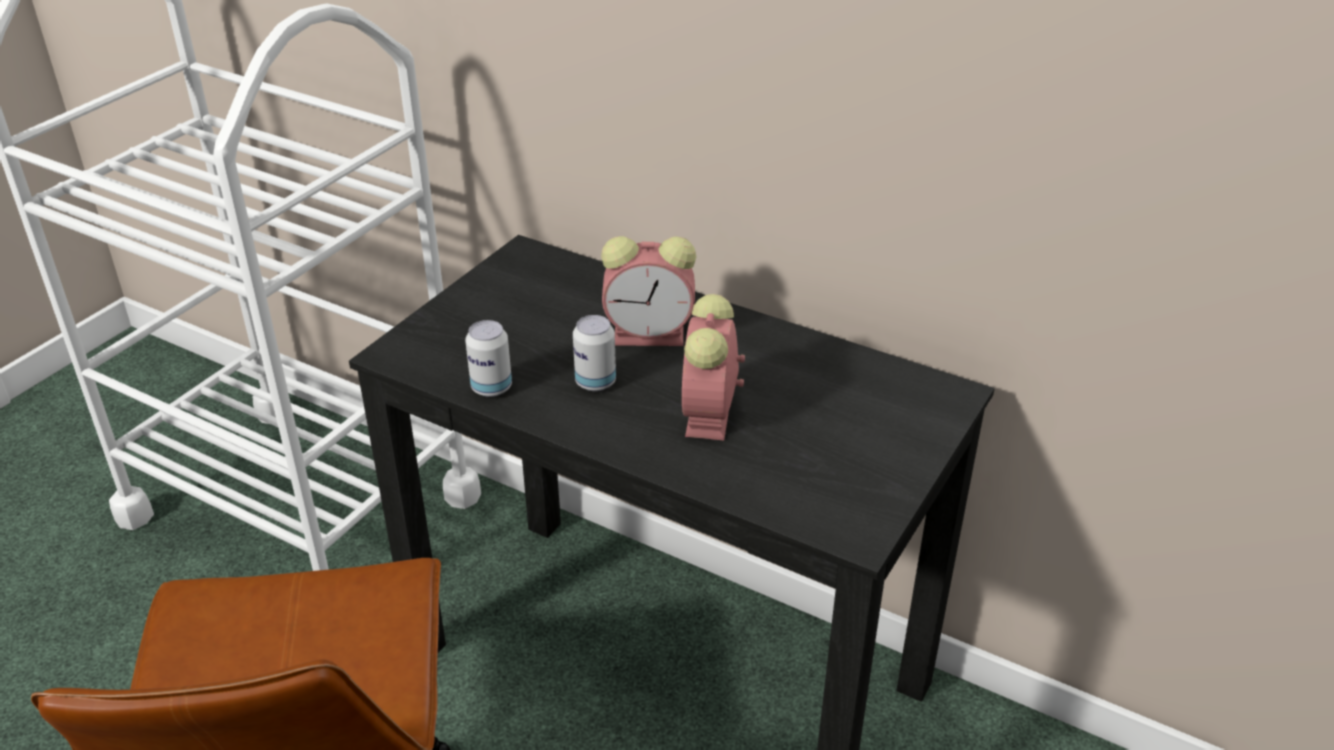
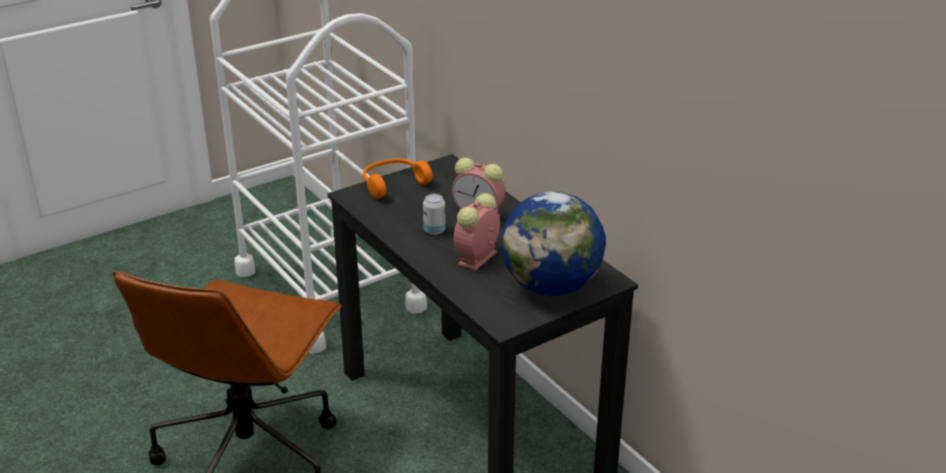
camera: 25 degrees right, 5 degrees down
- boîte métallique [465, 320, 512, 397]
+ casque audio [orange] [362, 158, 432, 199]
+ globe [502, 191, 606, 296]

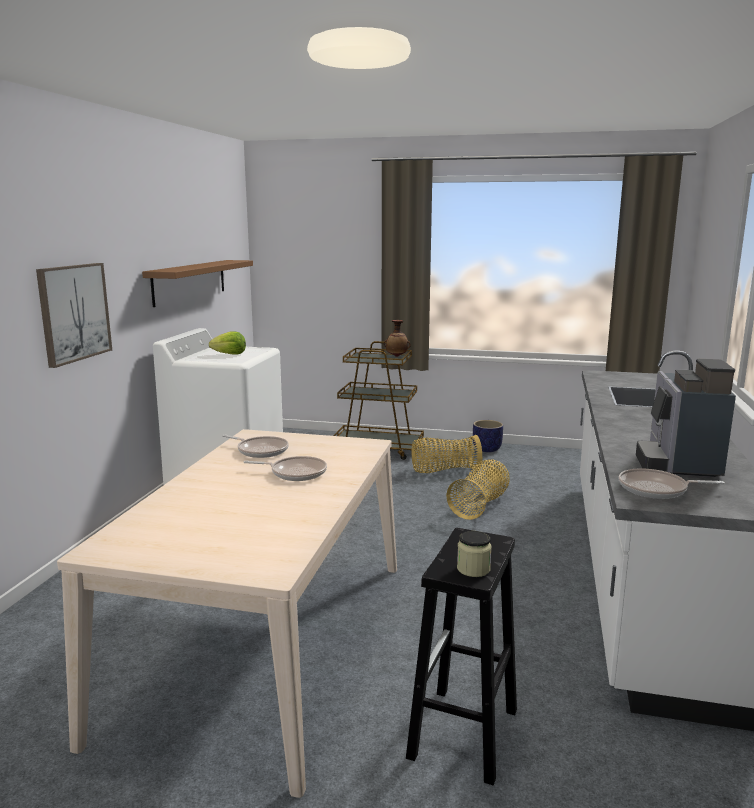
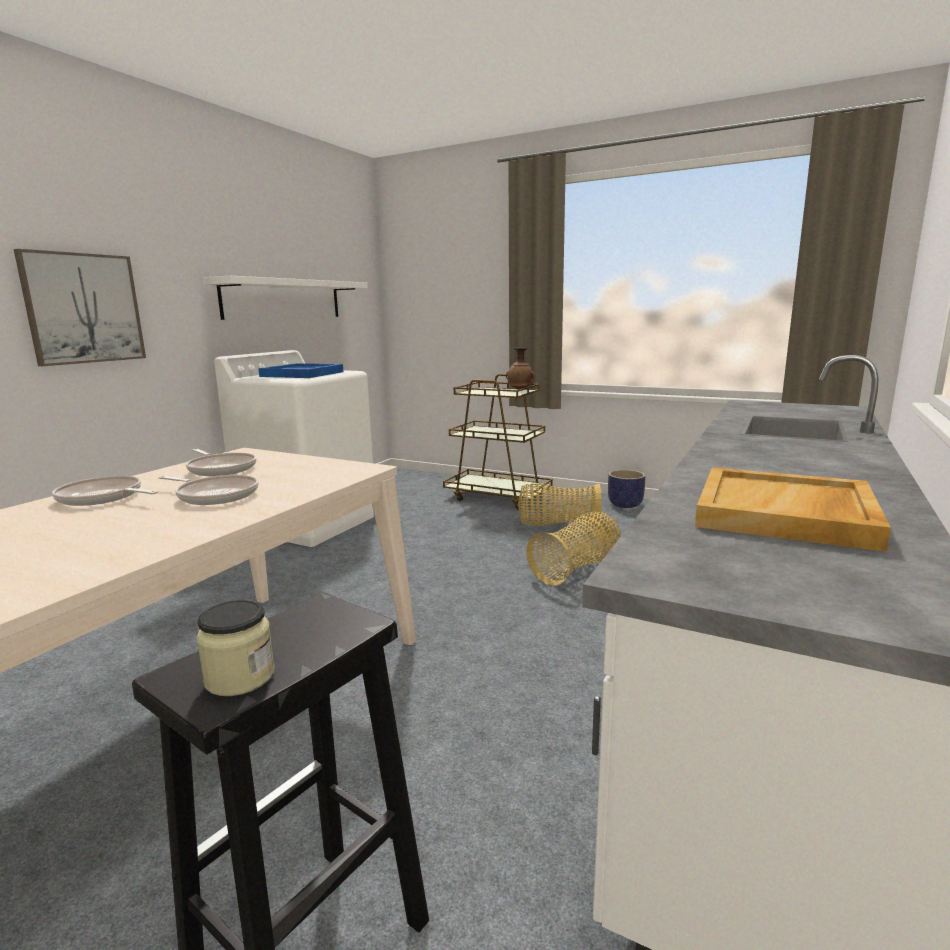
camera: 15 degrees right, 0 degrees up
~ étagère [marron] [142, 260, 253, 307] to étagère [blanc] [203, 276, 368, 320]
~ laitue [209, 332, 246, 354] to plateau [bleu] [258, 363, 344, 378]
~ poêle [618, 468, 725, 499] to [52, 476, 158, 506]
~ machine à café [636, 359, 736, 477] to plateau [beige] [695, 467, 891, 552]

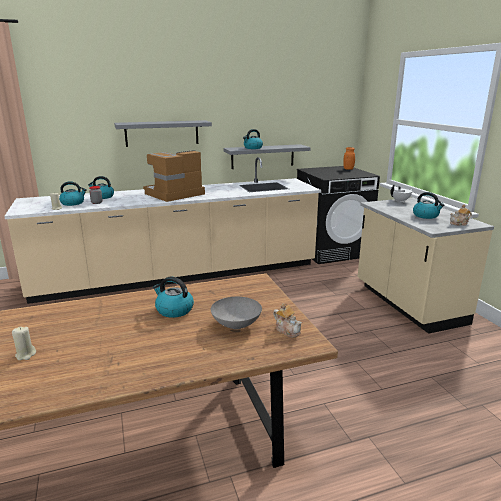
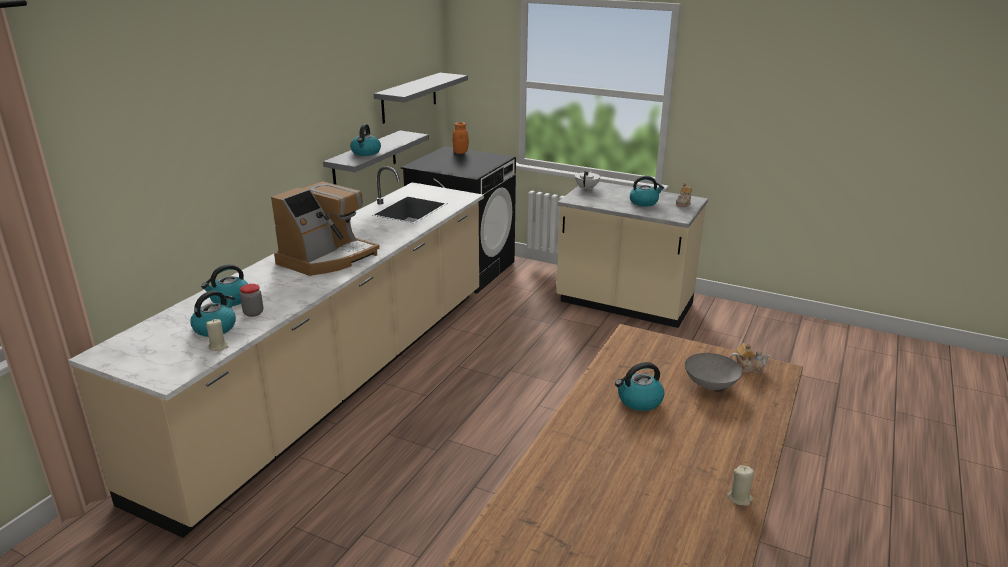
camera: 45 degrees left, 5 degrees up
~ bougie [beige] [12, 327, 36, 360] to [727, 465, 754, 506]
~ étagère [gris] [114, 120, 212, 147] to [374, 73, 468, 124]
~ machine à café [143, 150, 205, 202] = [271, 181, 380, 276] 150 degrees counterclockwise

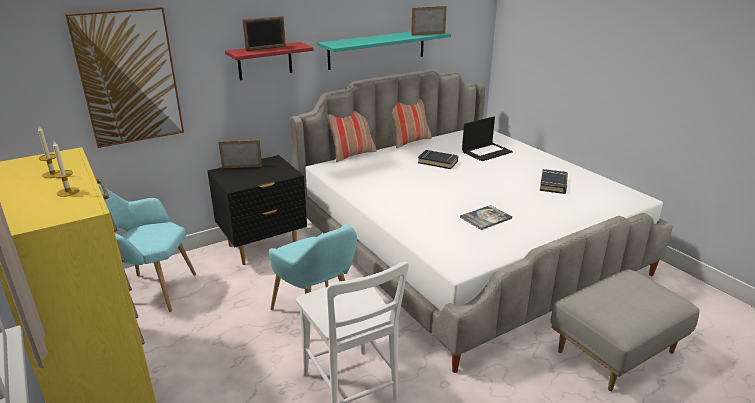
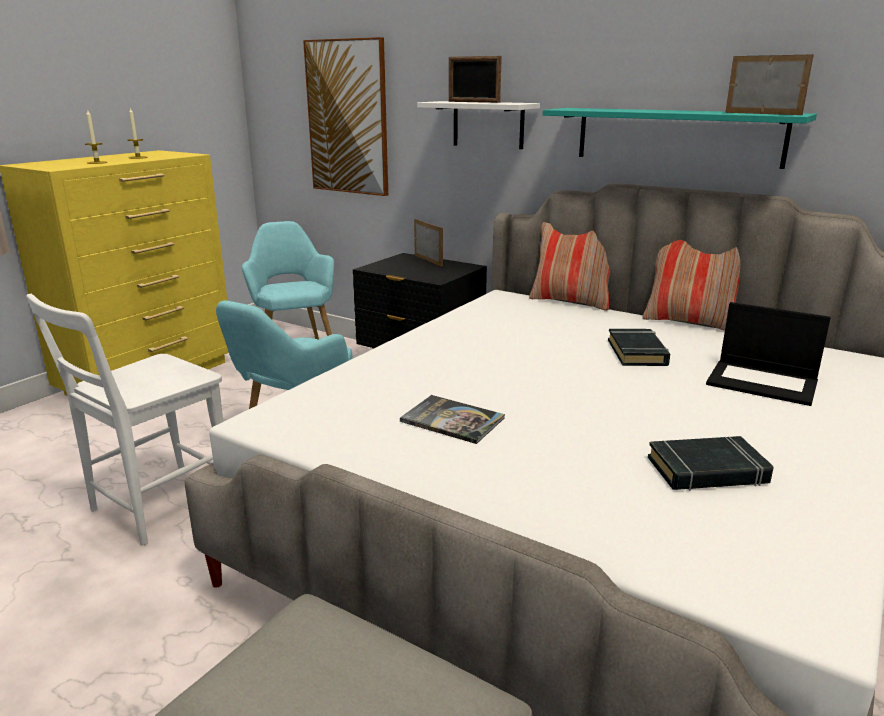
camera: 65 degrees right, 5 degrees down
~ étagère [rouge] [225, 42, 314, 80] to étagère [blanc] [417, 101, 540, 149]

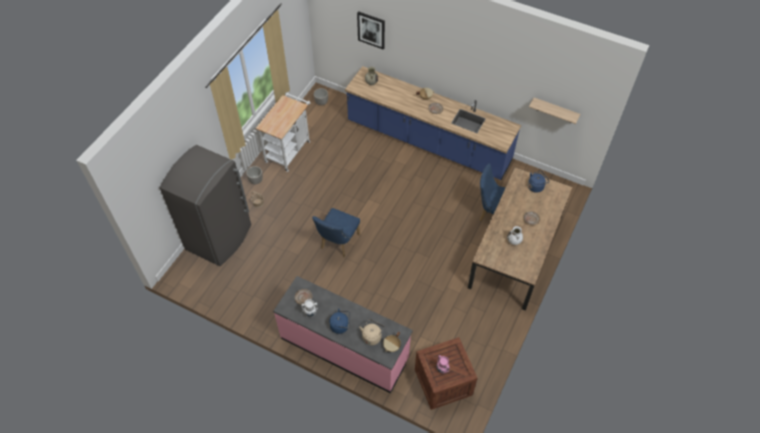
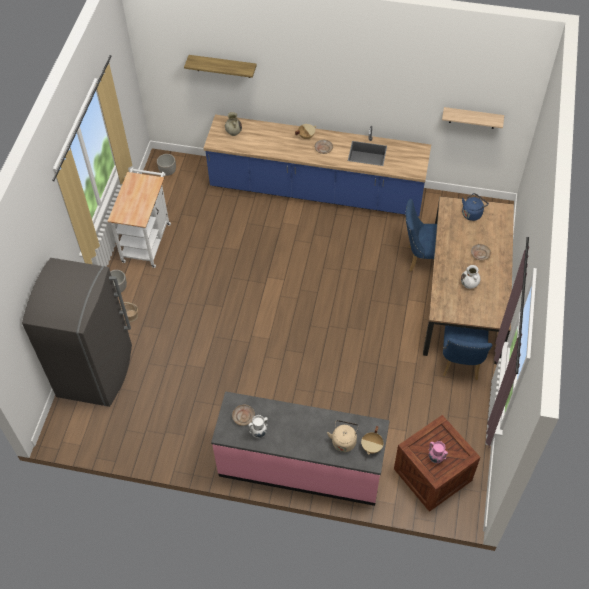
camera: 15 degrees left, 0 degrees up
~ chaise [bleu] [312, 208, 360, 257] to [443, 325, 493, 380]
- bouilloire [bleu] [329, 309, 350, 334]
~ tableau [357, 11, 385, 50] to étagère [184, 55, 257, 78]

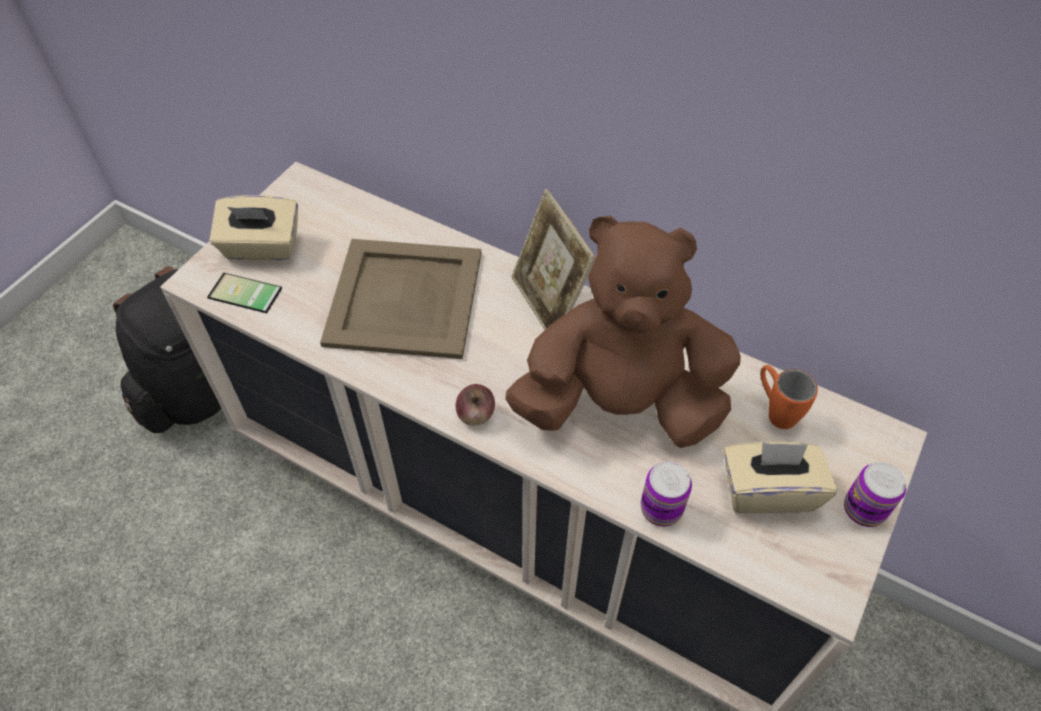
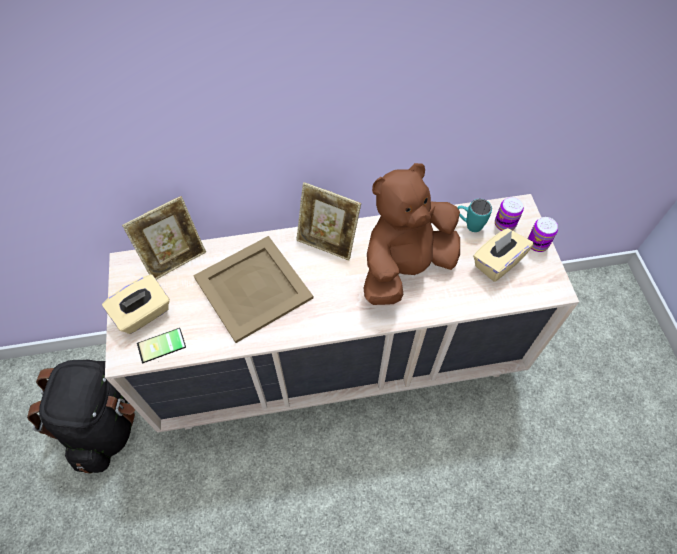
camera: 40 degrees left, 5 degrees up
- pomme [456, 384, 495, 425]
~ boîte métallique [641, 462, 692, 527] to [495, 197, 524, 231]
~ mug [orange] [760, 365, 818, 429] to mug [turquoise] [457, 199, 492, 232]
+ cadre photo [122, 196, 206, 280]

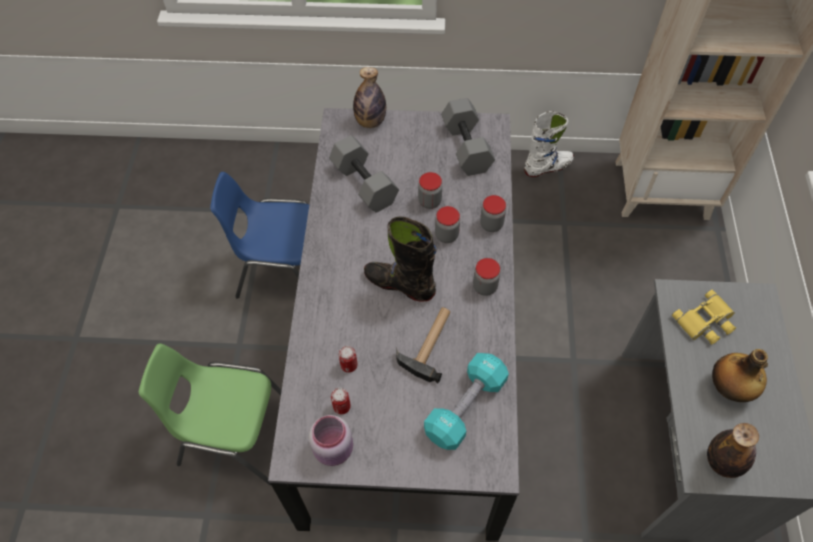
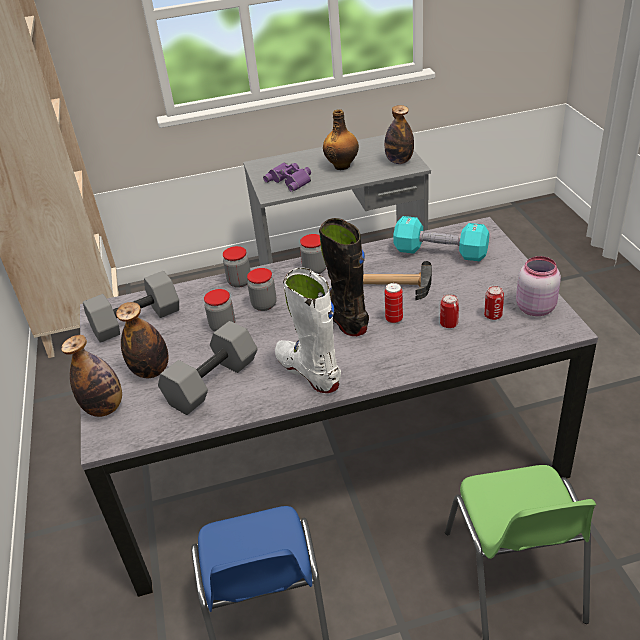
camera: 105 degrees left, 20 degrees down
~ botte [noir] [364, 217, 437, 302] = [319, 218, 369, 336] 135 degrees clockwise
~ botte [blanc] [524, 111, 574, 177] to [275, 267, 341, 393]
~ jumelles [jaune] [672, 289, 736, 345] to jumelles [violet] [263, 162, 311, 192]
+ bouteille [116, 302, 169, 378]
+ boîte métallique [385, 283, 403, 324]

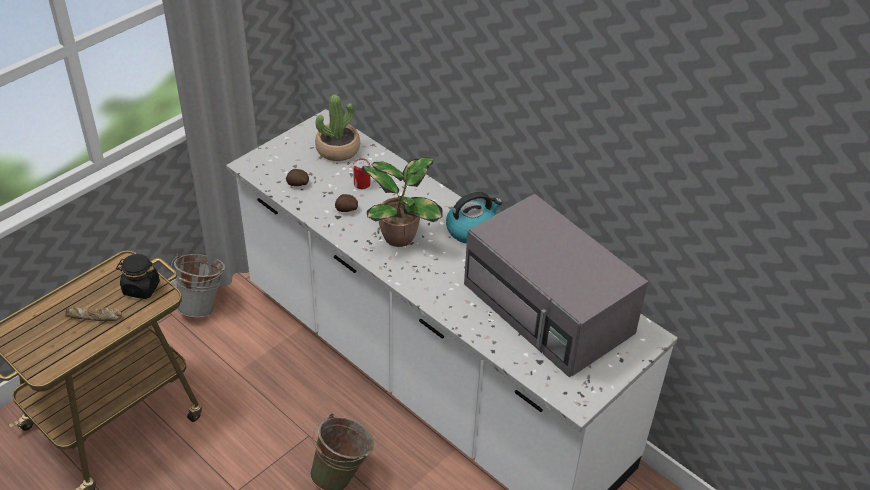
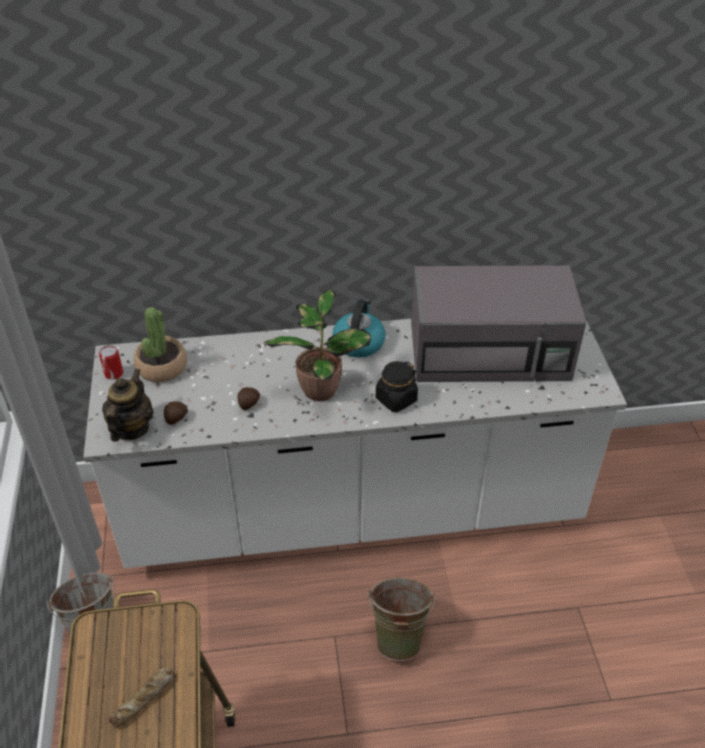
camera: 50 degrees left, 0 degrees up
~ bocal [noir] [116, 254, 160, 299] to [376, 361, 418, 412]
~ boîte métallique [353, 158, 370, 189] to [99, 345, 123, 380]
+ théière [102, 369, 153, 442]

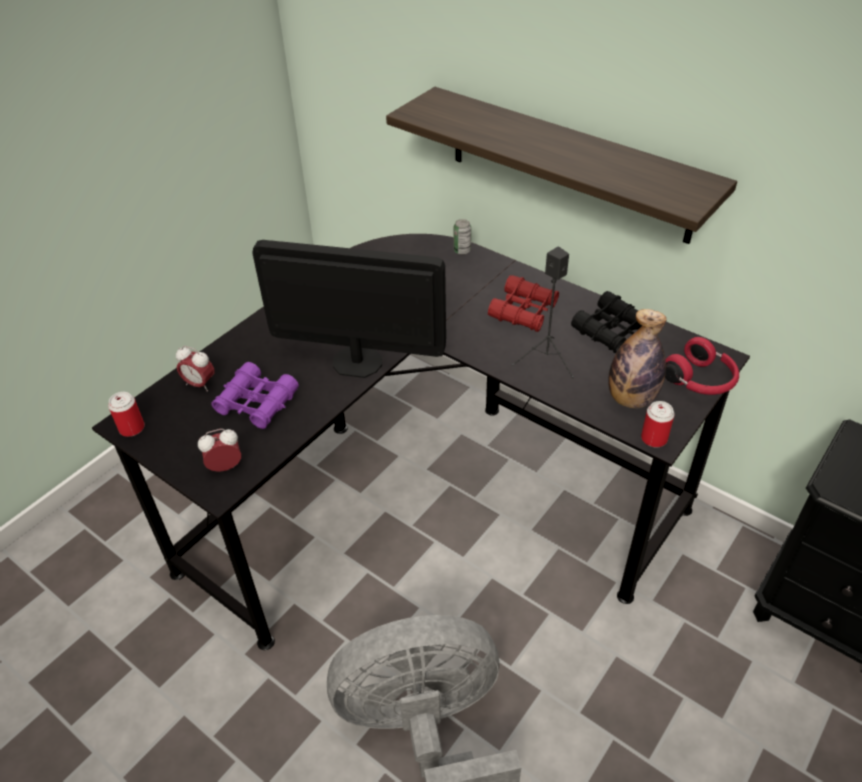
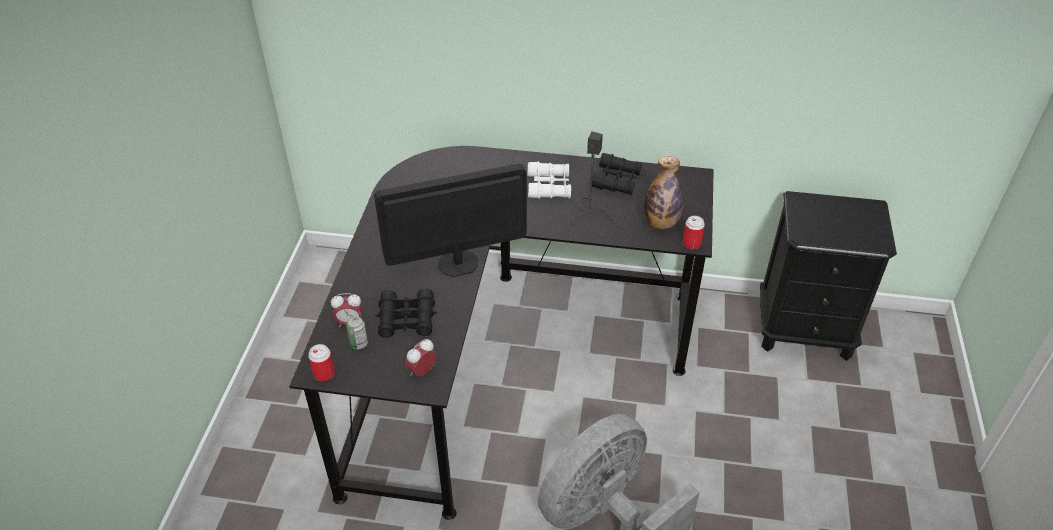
camera: 30 degrees left, 0 degrees up
~ jumelles [violet] [211, 362, 299, 429] to jumelles [noir] [375, 289, 437, 337]
- étagère [386, 87, 737, 244]
~ boîte métallique [454, 219, 471, 255] to [346, 316, 368, 349]
~ jumelles [rouge] [488, 275, 559, 332] to jumelles [blanc] [527, 161, 571, 199]
- casque audio [rouge] [665, 337, 739, 395]

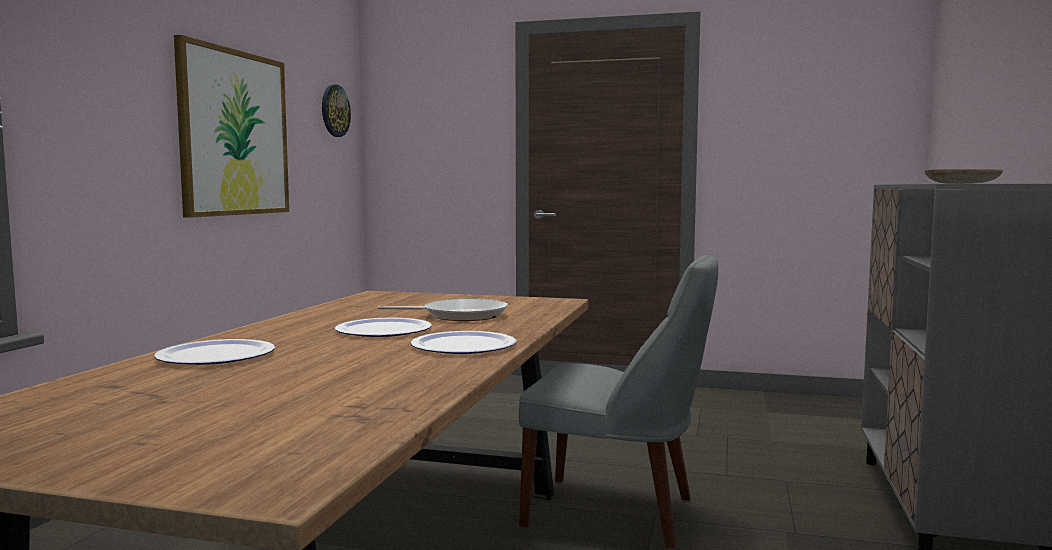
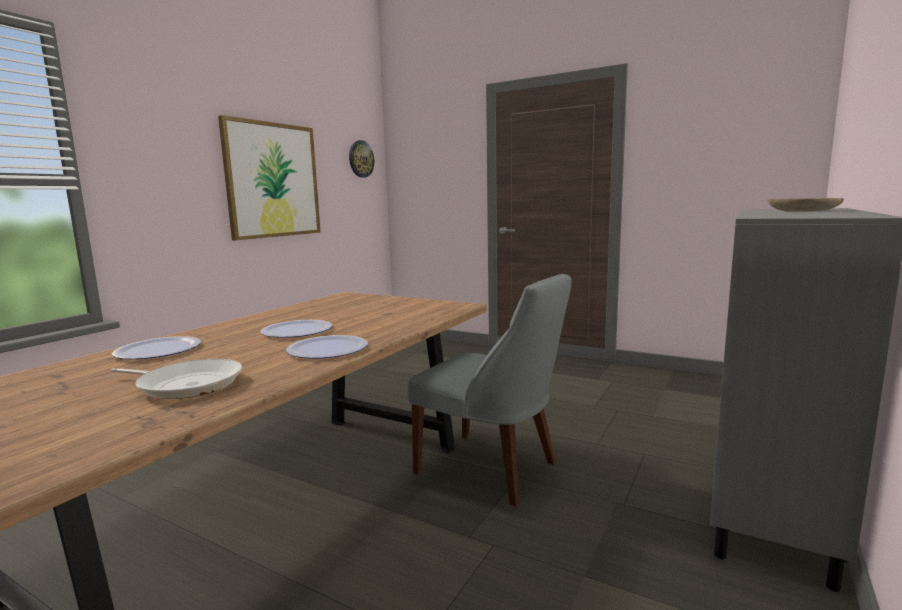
camera: 15 degrees right, 5 degrees up
~ poêle [378, 298, 508, 321] to [111, 359, 242, 399]

